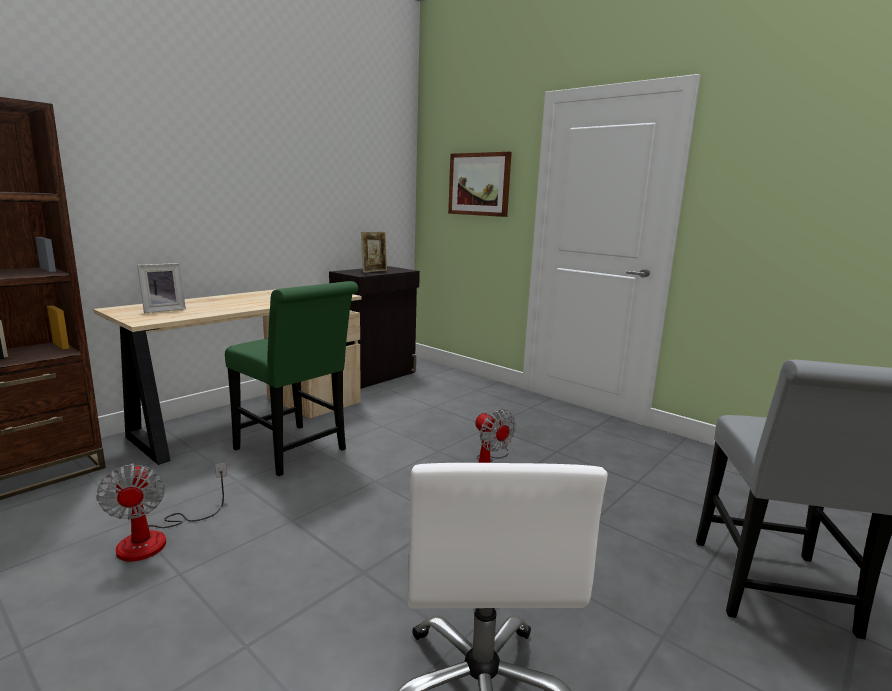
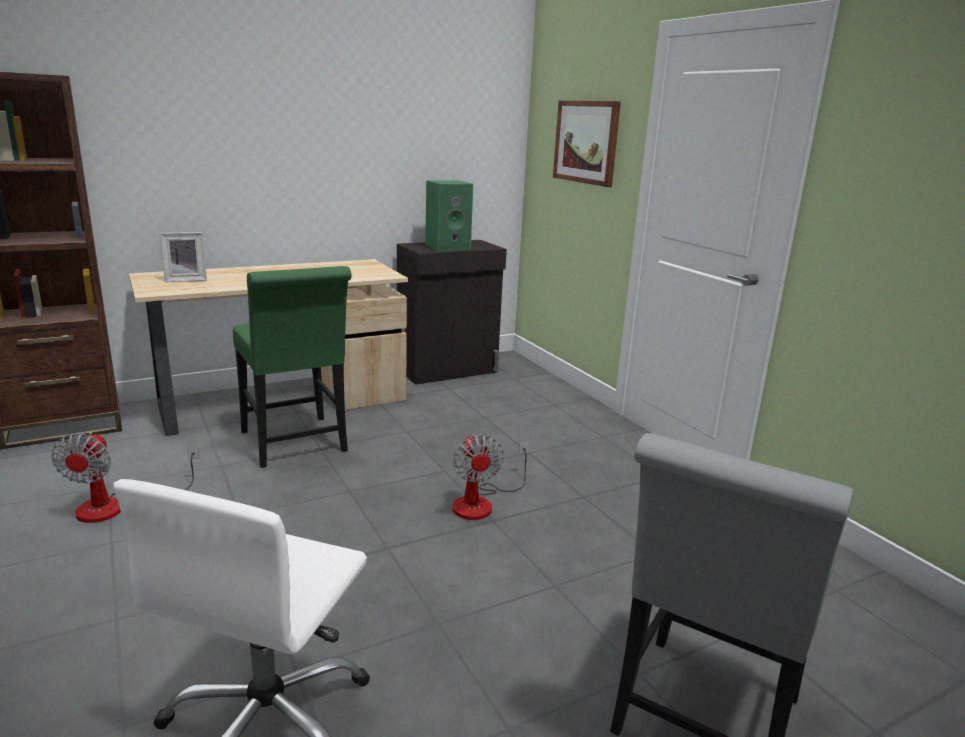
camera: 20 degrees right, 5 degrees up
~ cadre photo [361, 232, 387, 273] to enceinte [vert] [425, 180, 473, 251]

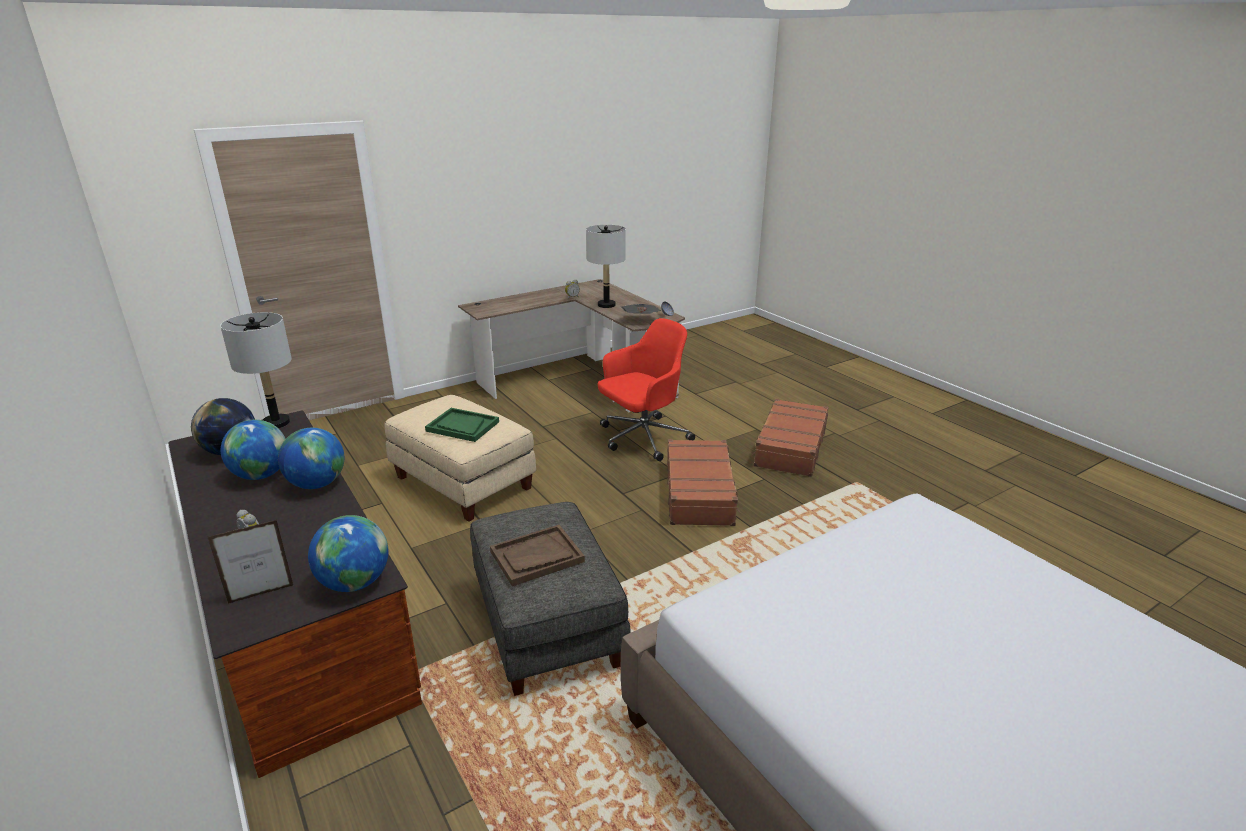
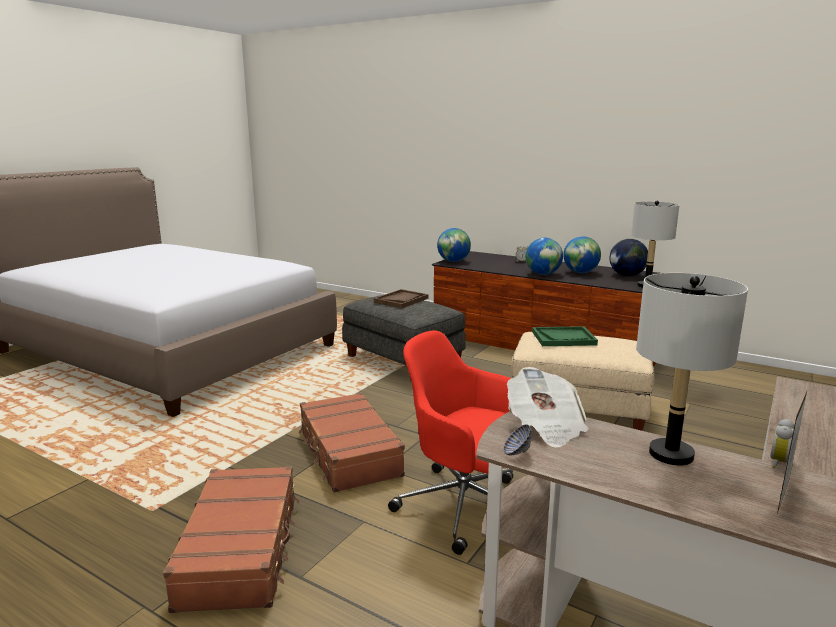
camera: 155 degrees right, 10 degrees down
~ cadre photo [208, 520, 293, 604] to [777, 391, 807, 514]
~ chaise de bureau [rouge] [598, 318, 695, 461] = [388, 330, 513, 555] 90 degrees clockwise

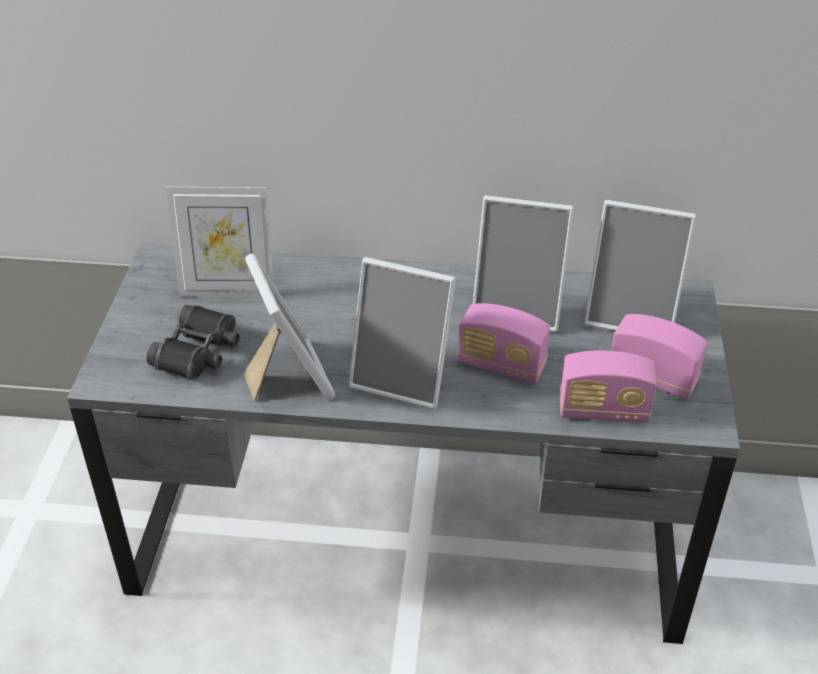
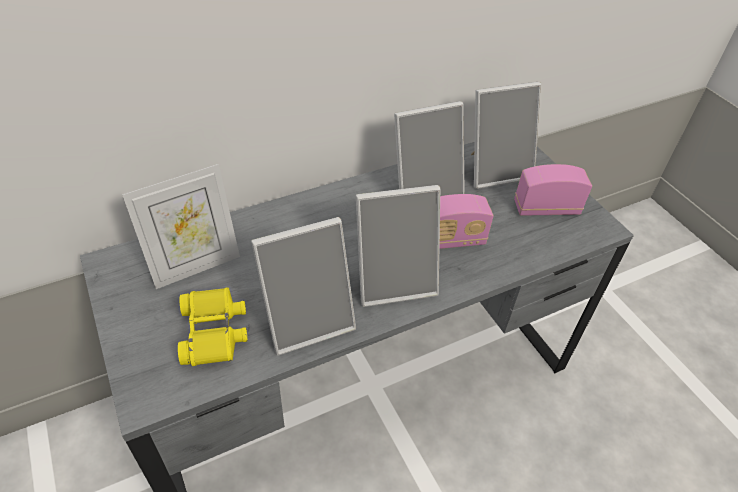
camera: 35 degrees left, 5 degrees up
~ jumelles [noir] [146, 305, 240, 380] to jumelles [jaune] [178, 287, 247, 366]
~ cadre photo [244, 253, 335, 401] = [251, 217, 356, 355] 120 degrees clockwise
- radio [560, 351, 656, 422]

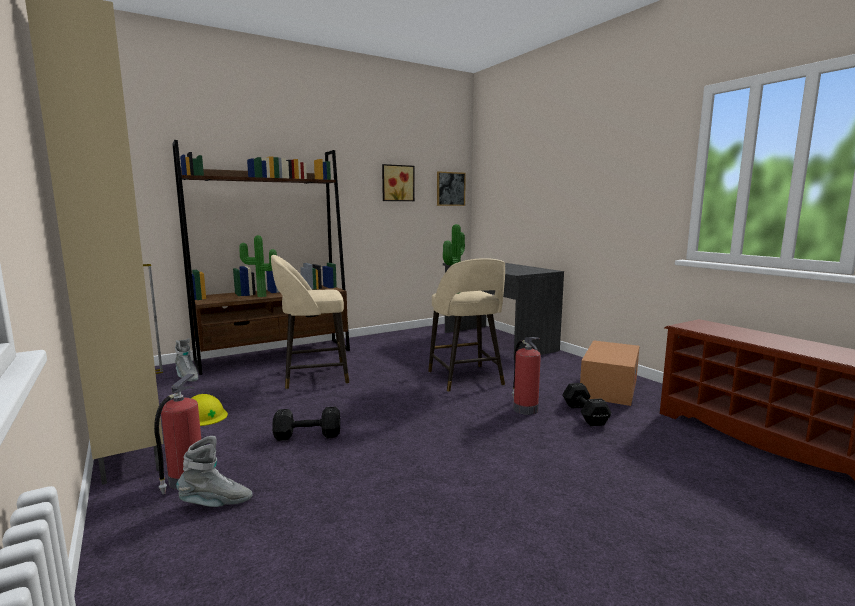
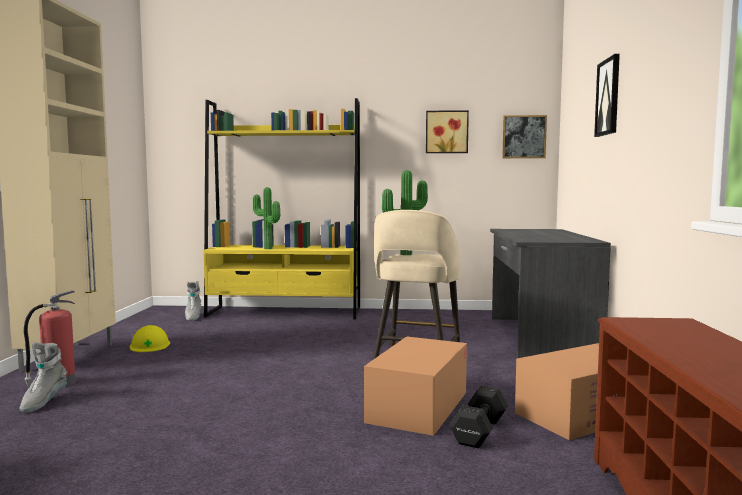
camera: 35 degrees right, 5 degrees down
~ bibliothèque [marron] [172, 140, 350, 375] to bibliothèque [jaune] [203, 98, 360, 320]
~ botte [gris] [176, 436, 253, 507] = [19, 342, 67, 413] 75 degrees clockwise
- tabouret [beige] [271, 255, 349, 389]
- haltère [noir] [272, 407, 340, 441]
~ extincteur [512, 337, 541, 415] to carton [364, 336, 467, 436]
+ tableau [594, 54, 620, 137]

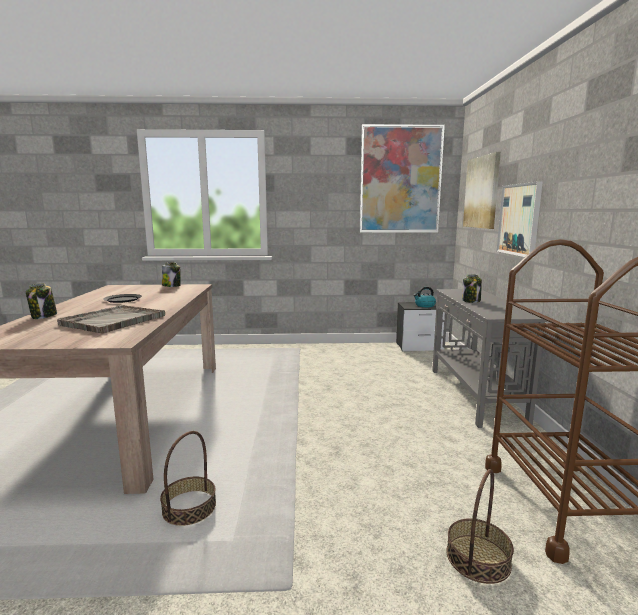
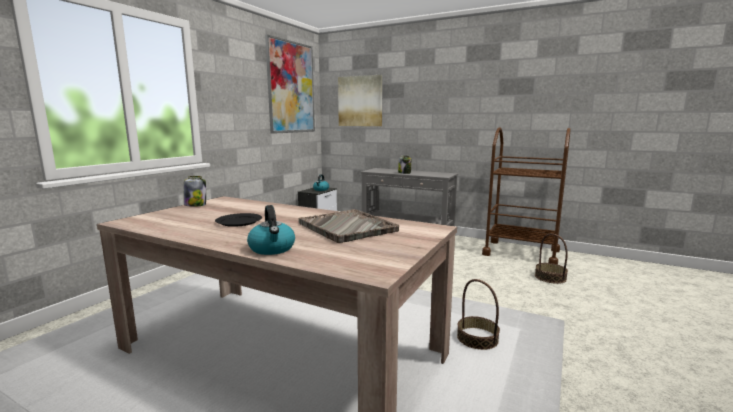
camera: 60 degrees left, 0 degrees up
~ bocal [26, 283, 57, 319] to bouilloire [247, 205, 295, 255]
- tableau [497, 181, 543, 258]

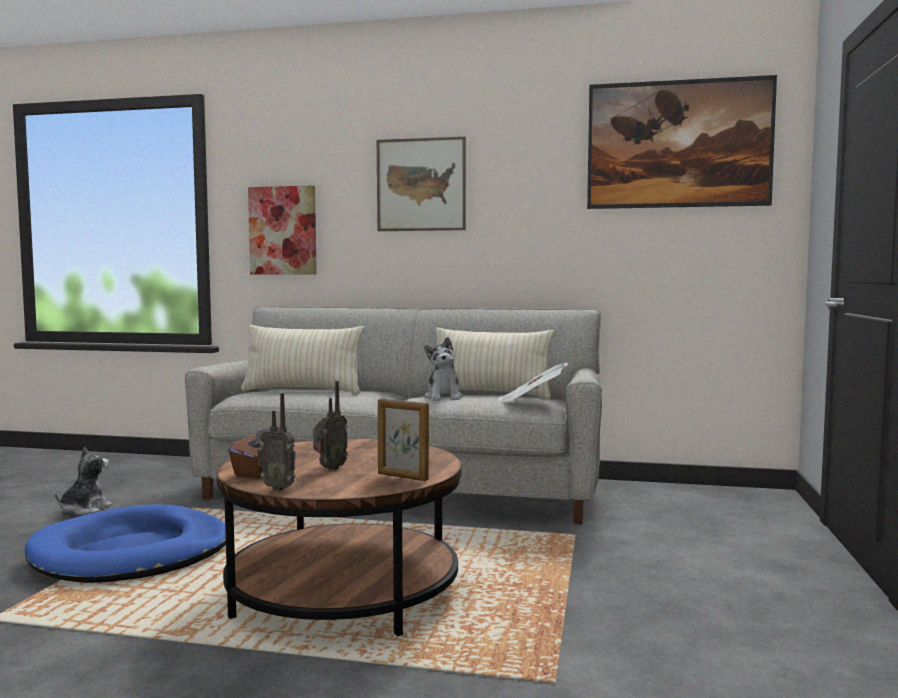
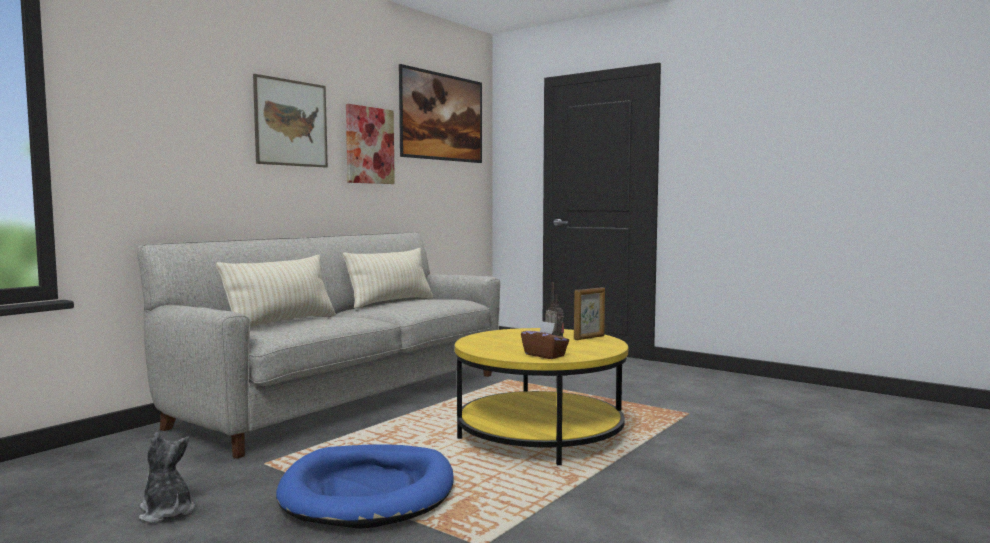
camera: 65 degrees left, 0 degrees up
~ table basse [marron] [217, 439, 462, 636] to table basse [jaune] [455, 328, 628, 465]
~ tableau [248, 185, 317, 275] to [346, 104, 395, 184]
- radio [257, 393, 296, 491]
- peluche [424, 337, 463, 401]
- journal [497, 363, 568, 402]

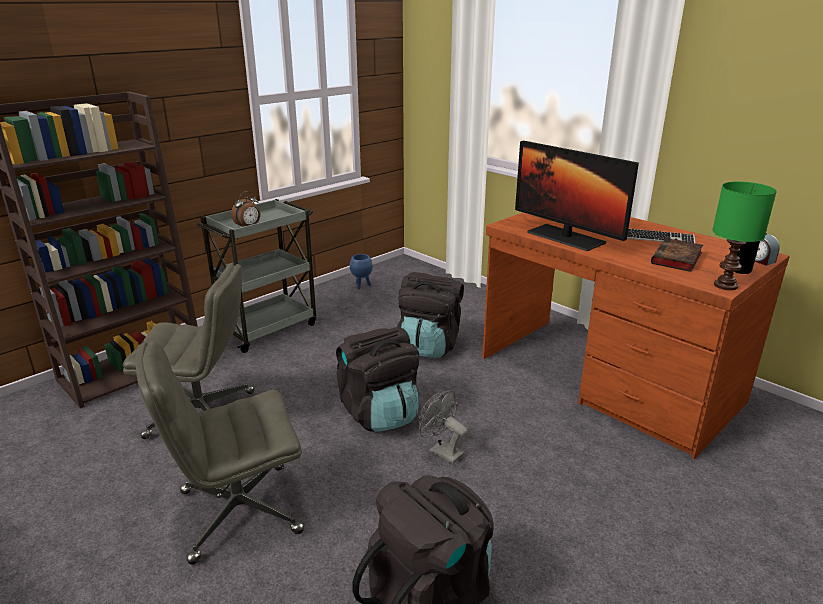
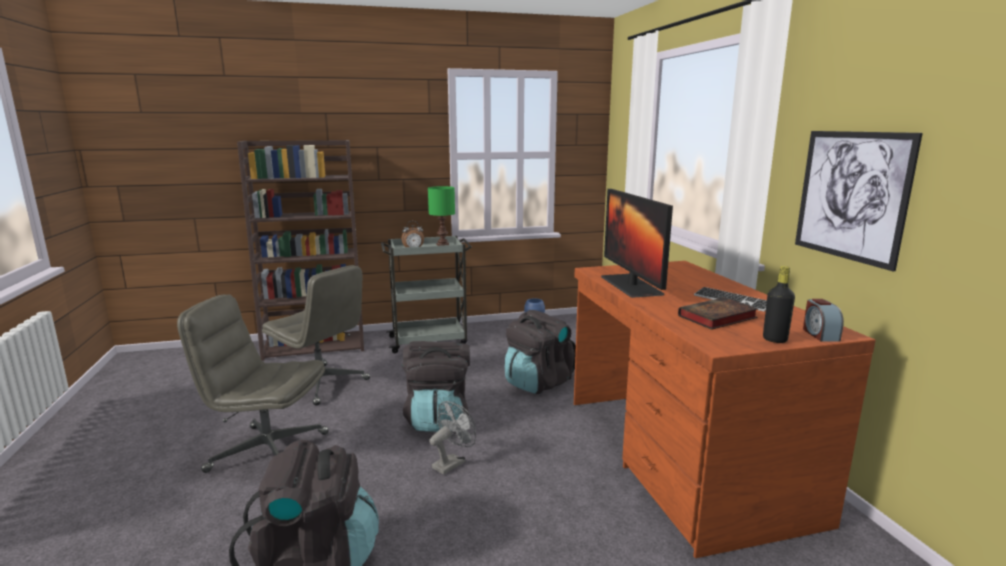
camera: 30 degrees right, 10 degrees down
~ ventilateur [gris] [419, 390, 468, 464] = [429, 401, 476, 475] 60 degrees clockwise
~ lampe de table [vert] [712, 181, 777, 290] to [428, 186, 455, 246]
+ tableau [795, 131, 923, 271]

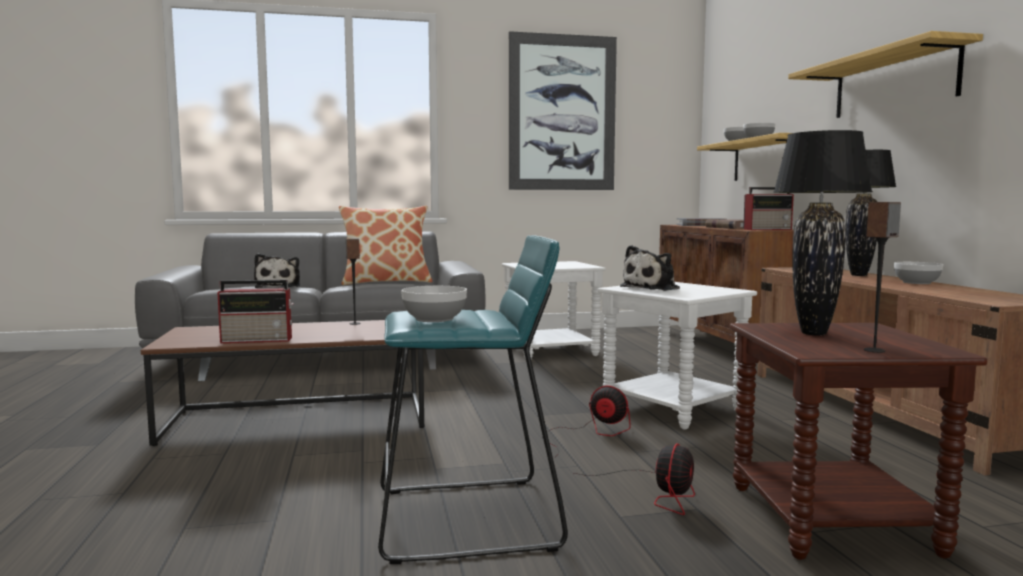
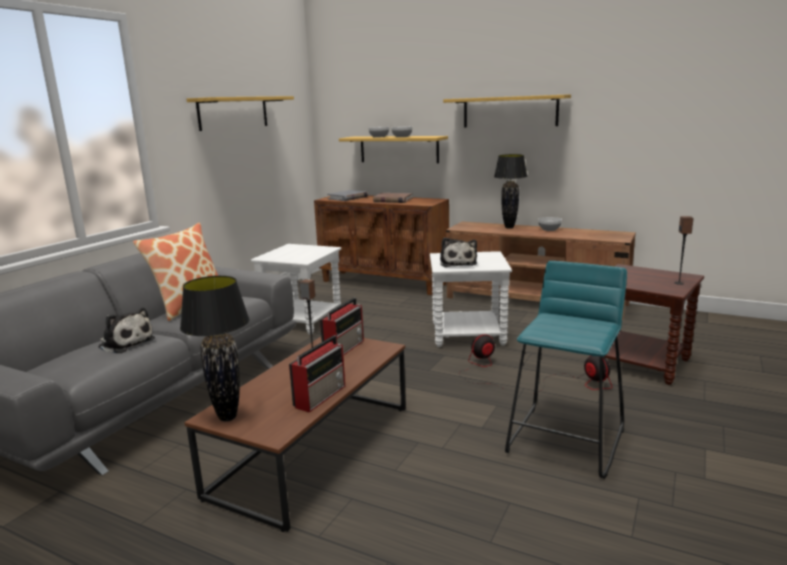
camera: 50 degrees left, 10 degrees up
- bol [401, 286, 467, 322]
~ tableau [509, 31, 617, 190] to étagère [187, 96, 294, 131]
~ radio [743, 187, 794, 230] to [320, 298, 364, 356]
~ lampe de table [noir] [773, 130, 873, 335] to [180, 276, 250, 421]

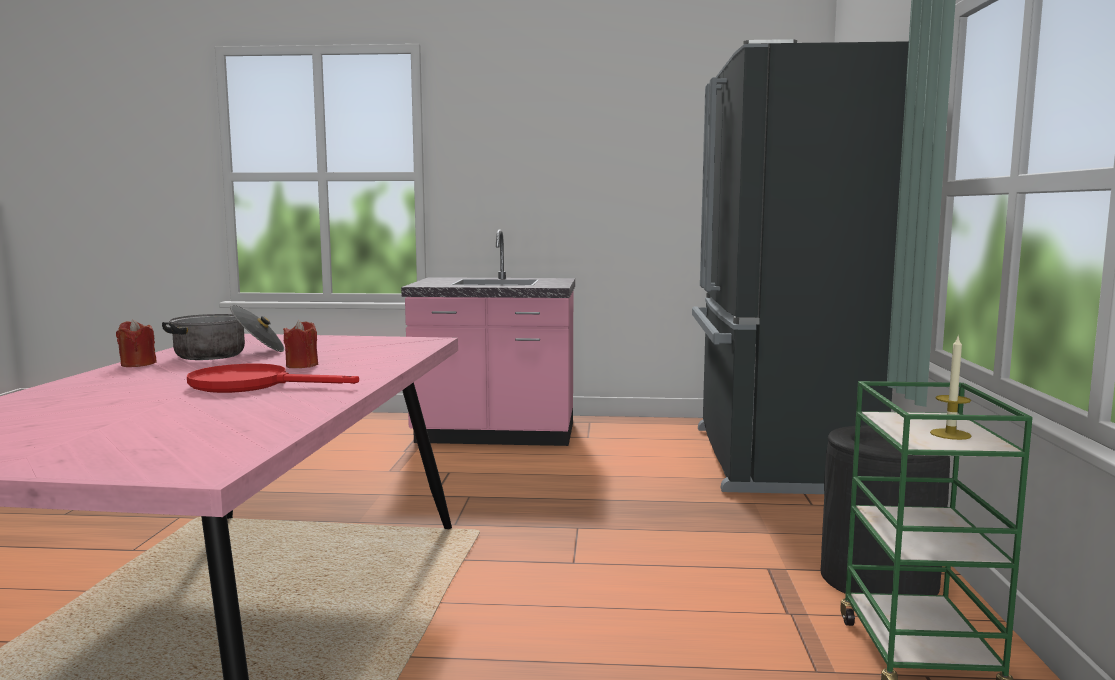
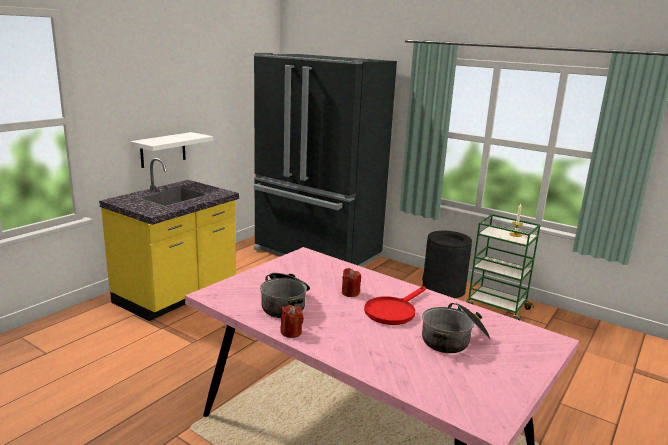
camera: 60 degrees left, 10 degrees up
~ comptoir de cuisine [rose] [401, 229, 575, 446] to comptoir de cuisine [jaune] [99, 158, 239, 321]
+ étagère [blanc] [130, 132, 213, 168]
+ marmite [422, 303, 490, 353]

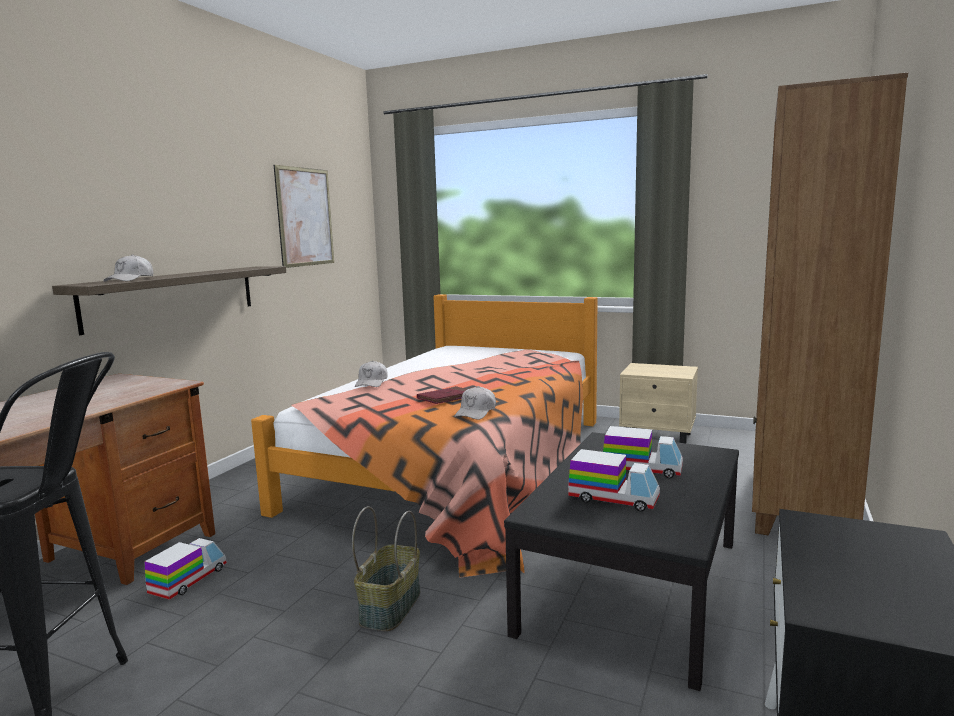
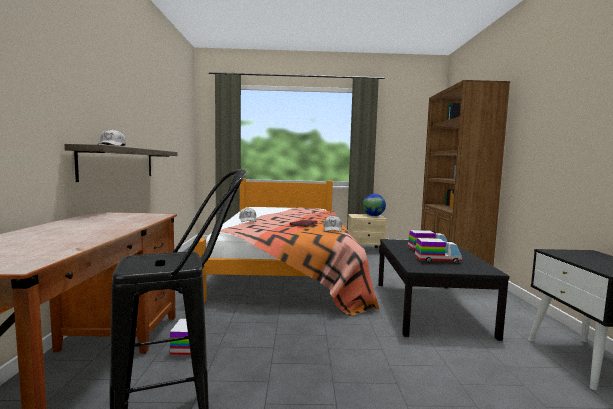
camera: 25 degrees left, 5 degrees down
- tableau [274, 165, 334, 268]
- panier [352, 506, 420, 631]
+ globe [363, 194, 386, 216]

